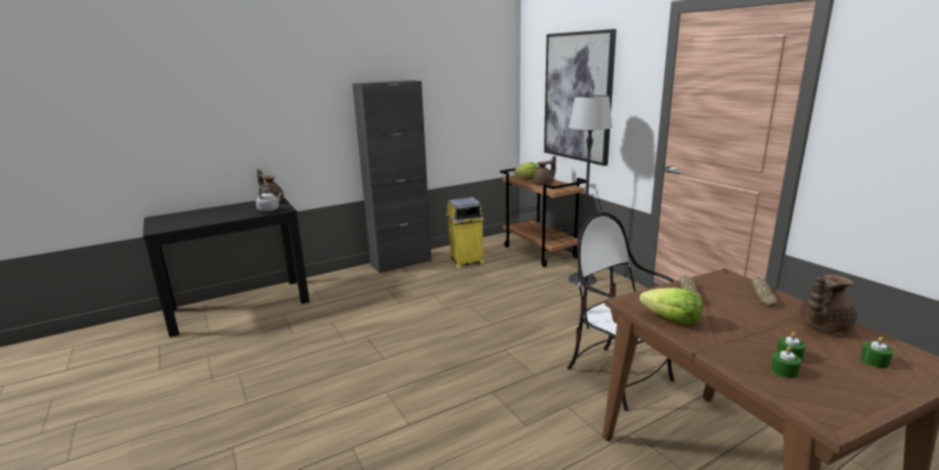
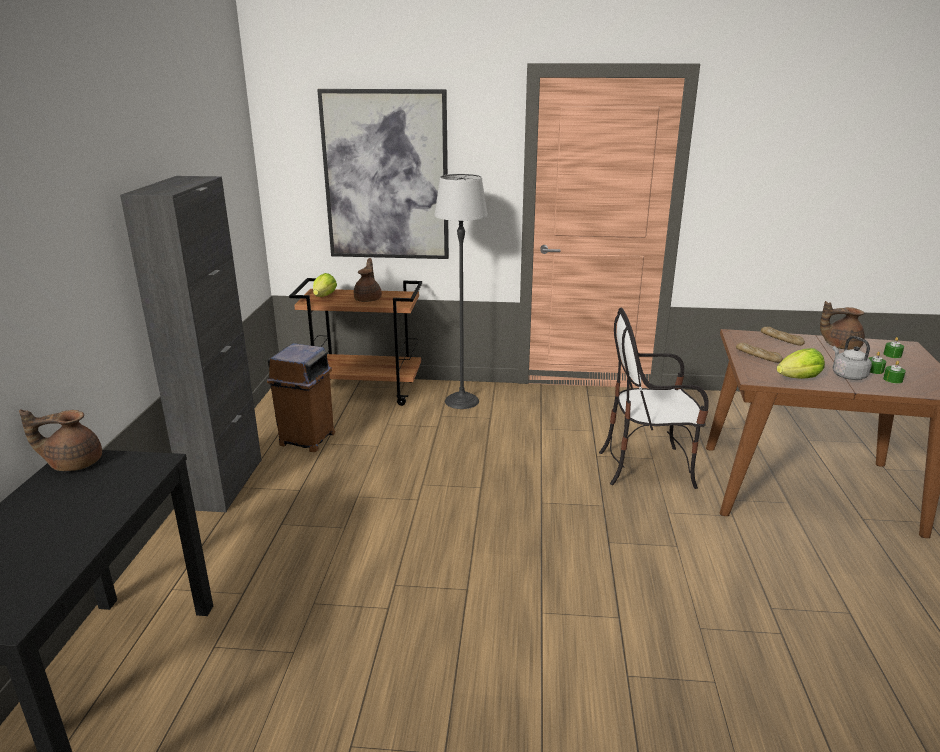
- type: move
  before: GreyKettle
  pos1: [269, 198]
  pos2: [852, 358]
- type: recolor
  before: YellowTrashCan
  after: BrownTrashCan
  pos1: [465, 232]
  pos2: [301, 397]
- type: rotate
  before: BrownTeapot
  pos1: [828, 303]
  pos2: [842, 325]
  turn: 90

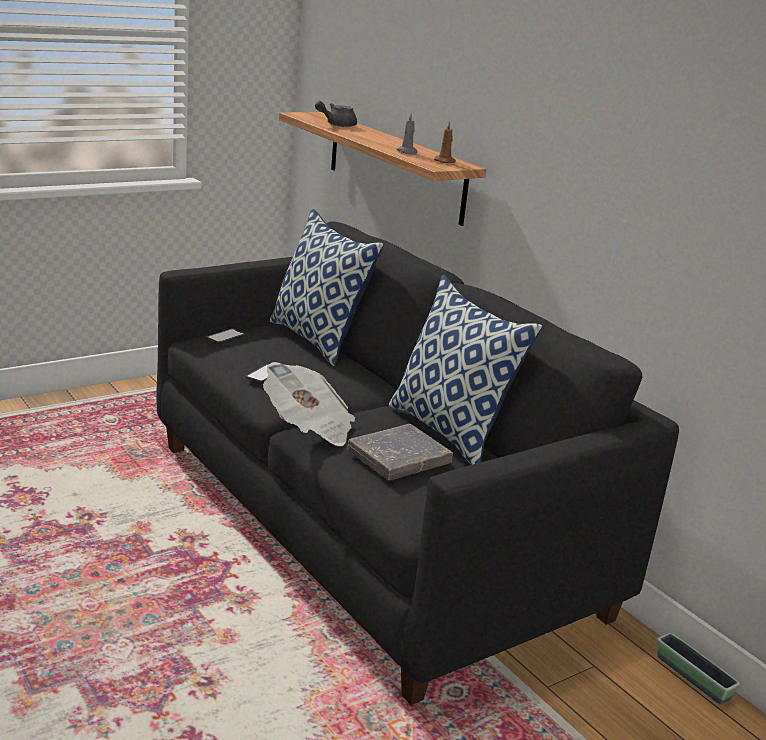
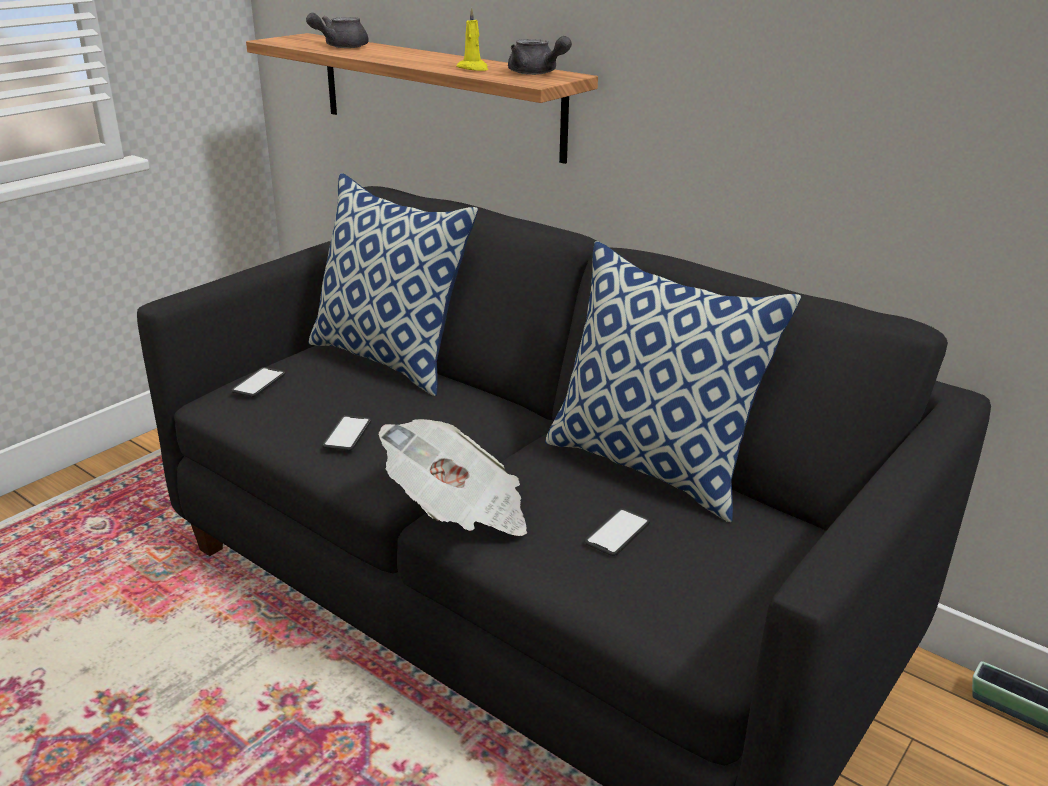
- type: replace
  before: GreyBook
  after: Phone
  pos1: [400, 452]
  pos2: [617, 532]
- type: replace
  before: BrownCandle
  after: GreyTeapot
  pos1: [445, 142]
  pos2: [540, 55]
- type: recolor
  before: GreyCandle
  after: YellowCandle
  pos1: [407, 134]
  pos2: [472, 39]

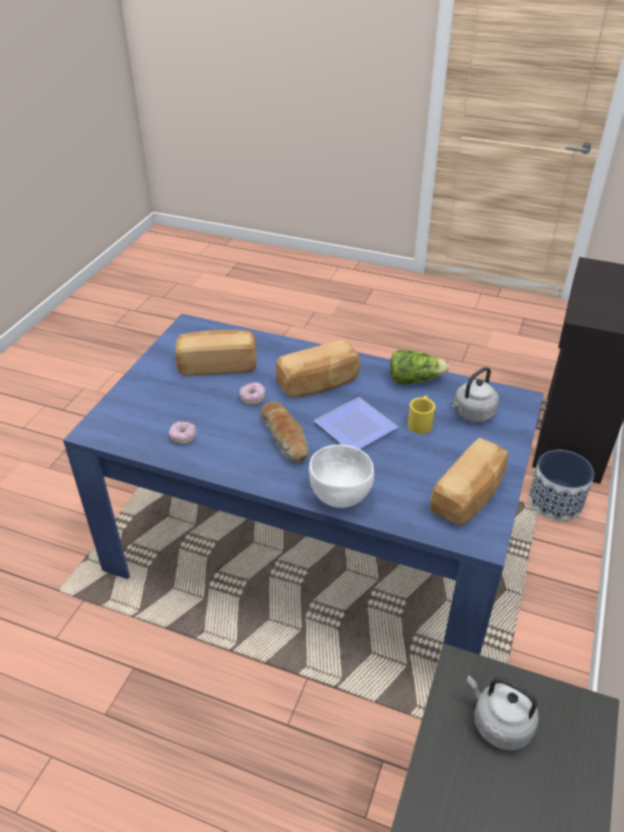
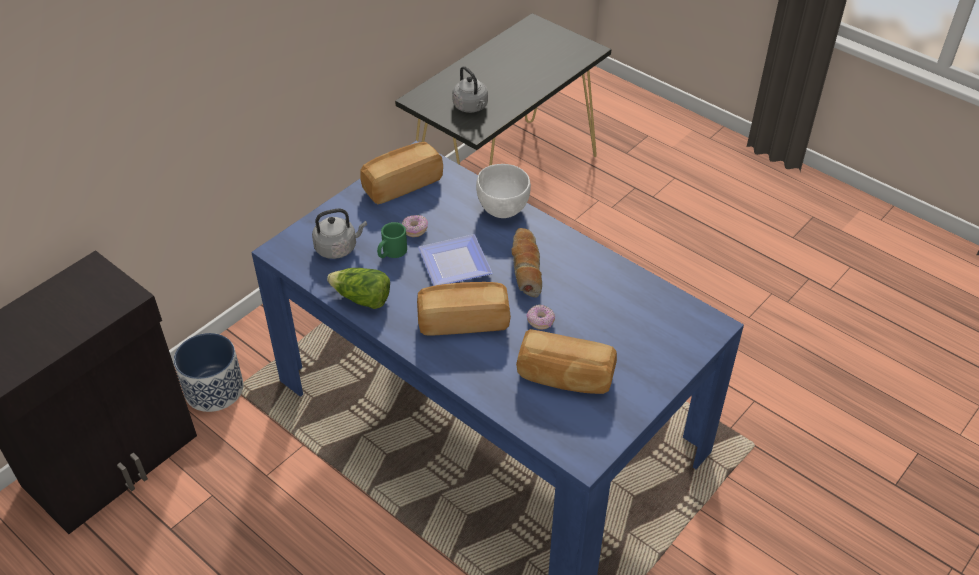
- type: move
  before: Donut
  pos1: [183, 432]
  pos2: [415, 226]
- type: recolor
  before: YellowMug
  after: GreenMug
  pos1: [421, 415]
  pos2: [392, 240]

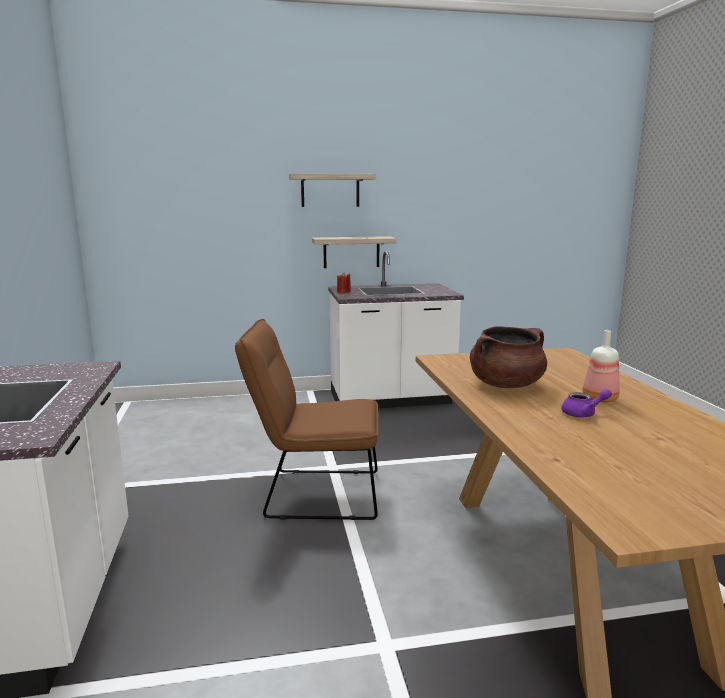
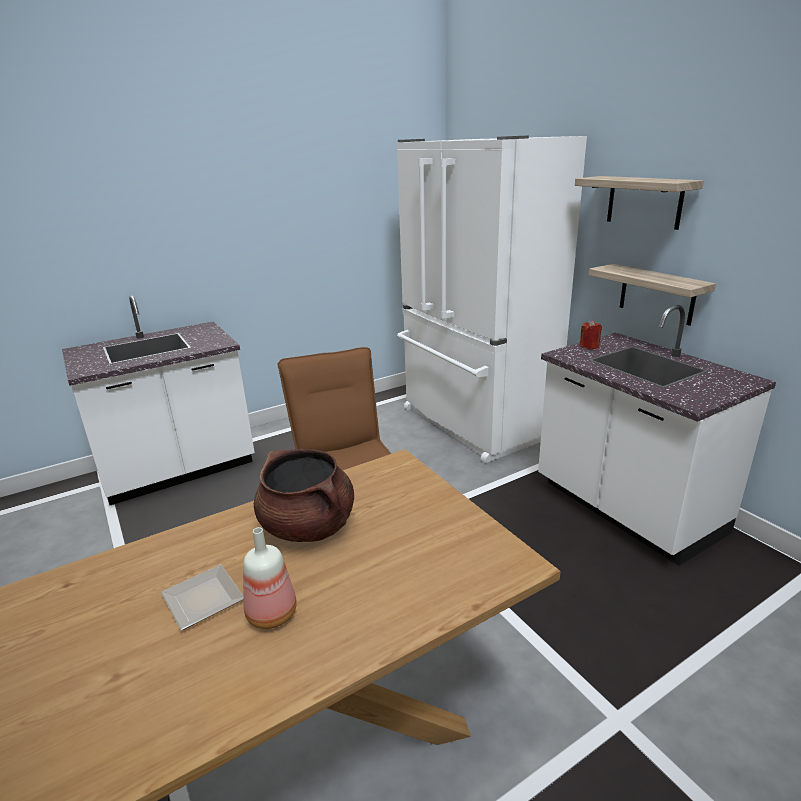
- type: insert
  after: WhiteFridge
  pos2: [491, 299]
- type: replace
  before: PurpleTeapot
  after: Plate
  pos1: [587, 403]
  pos2: [202, 597]

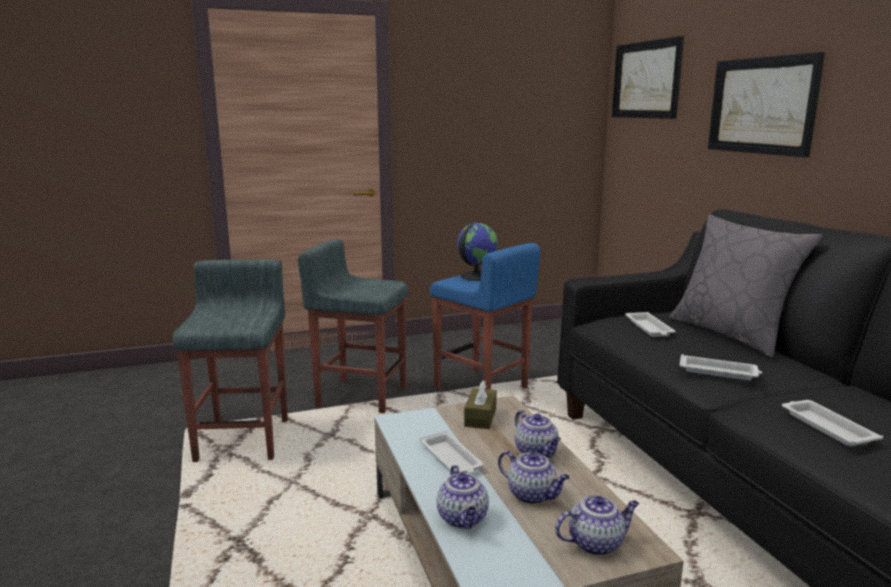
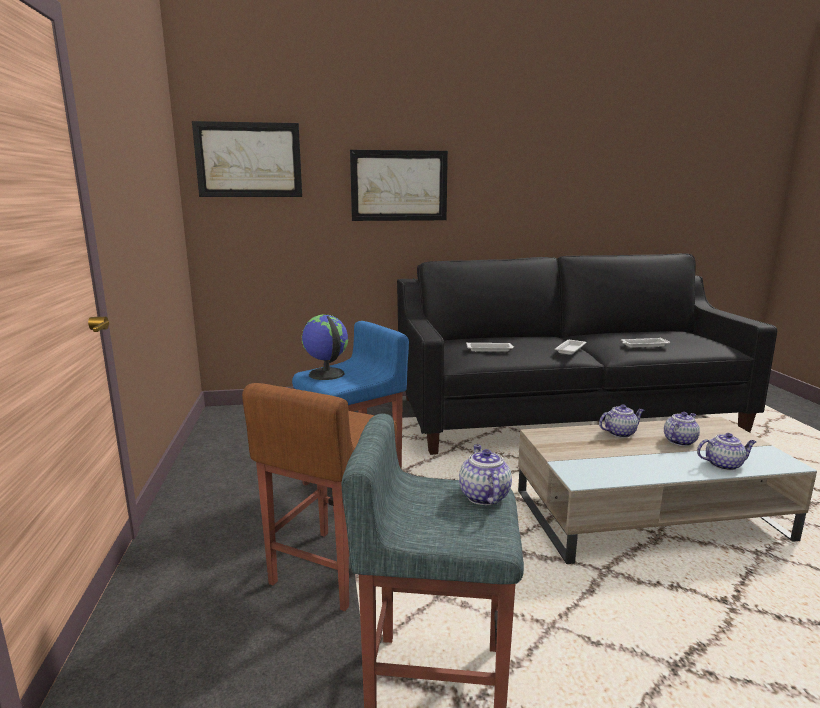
- type: delete
  before: WhiteTray
  pos1: [451, 452]
- type: delete
  before: BrownTissueBox
  pos1: [480, 404]
- type: delete
  before: GreyPillow
  pos1: [745, 286]
- type: move
  before: Teapot
  pos1: [597, 525]
  pos2: [485, 474]
- type: recolor
  before: GreyStool
  after: BrownStool
  pos1: [353, 326]
  pos2: [319, 497]

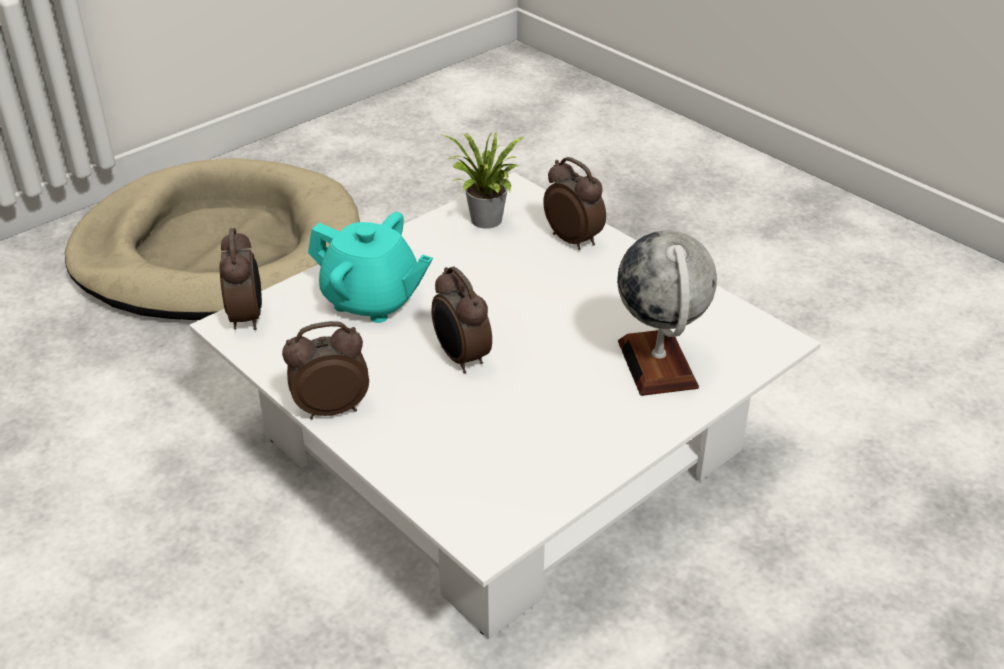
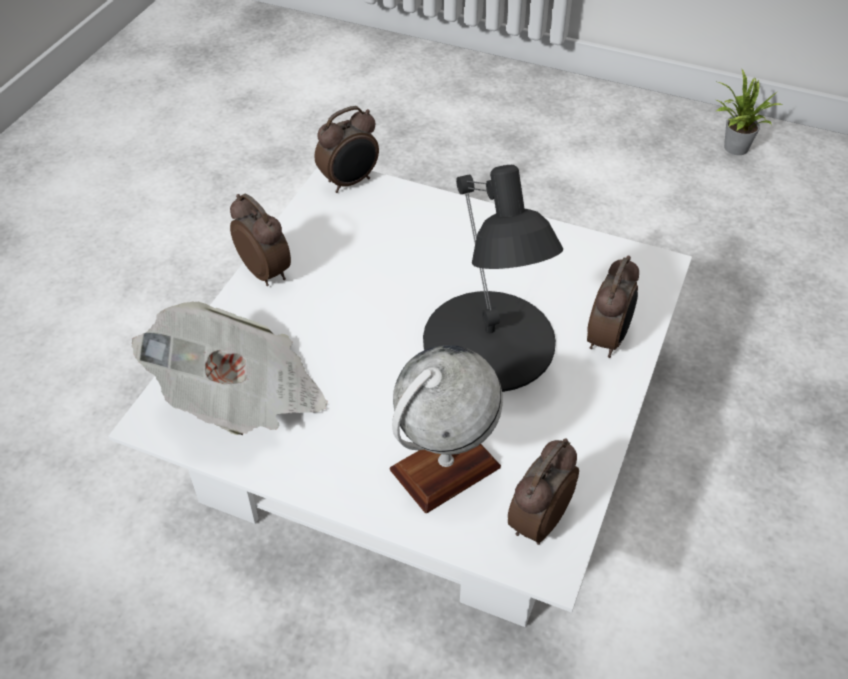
- type: delete
  before: BeigeDogBed
  pos1: [212, 239]
- type: delete
  before: TurquoiseTeapot
  pos1: [370, 267]
- type: insert
  after: Newspaper
  pos2: [230, 368]
- type: insert
  after: BlackTableLamp
  pos2: [493, 278]
- type: move
  before: AlarmClock
  pos1: [461, 319]
  pos2: [543, 491]
- type: move
  before: PottedPlant
  pos1: [481, 180]
  pos2: [749, 111]

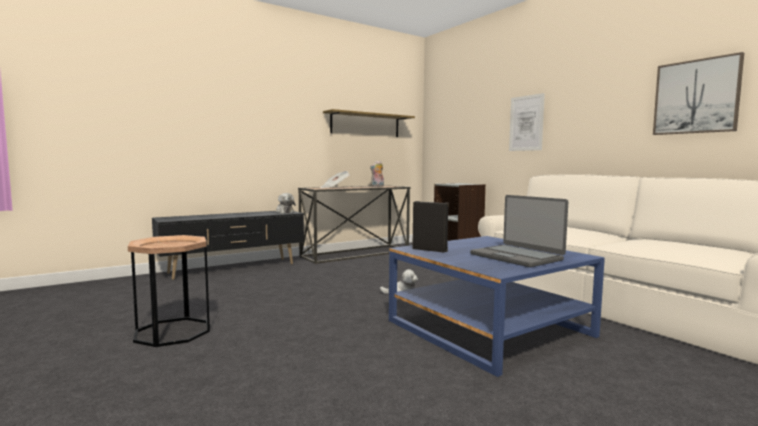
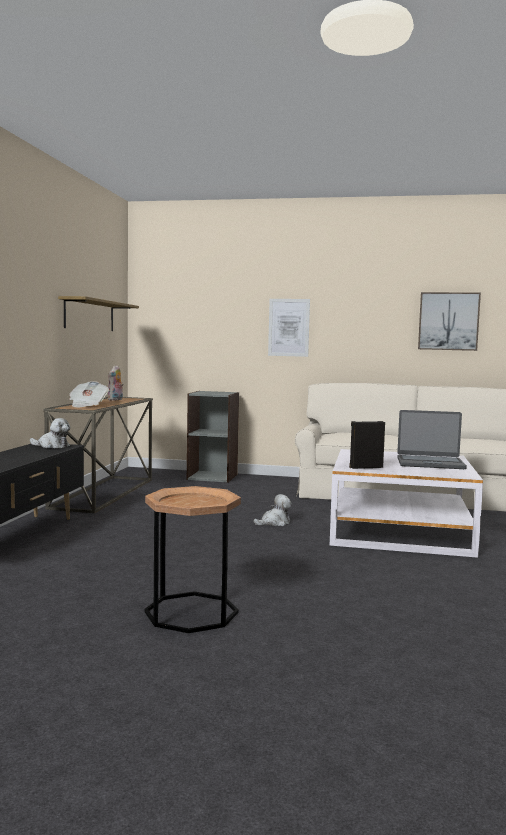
- type: recolor
  before: BlueCoffeeTable
  after: WhiteCoffeeTable
  pos1: [497, 306]
  pos2: [406, 503]

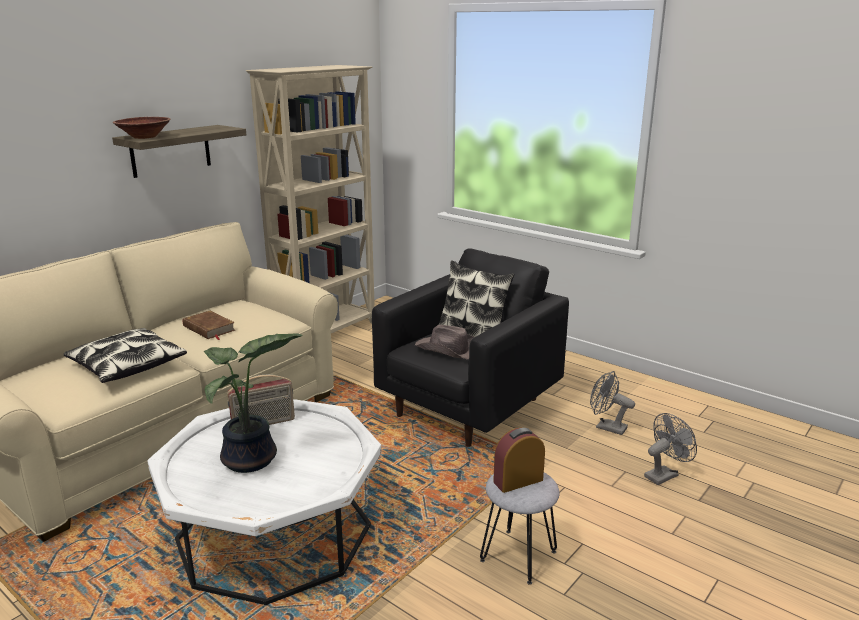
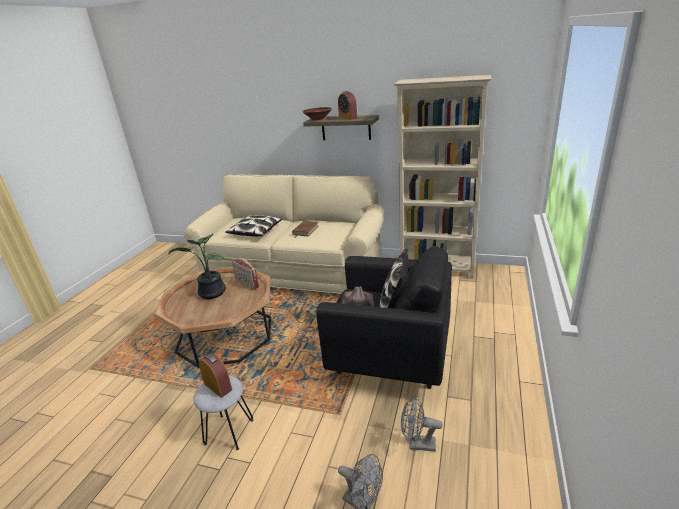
- type: insert
  after: AlarmClock
  pos2: [347, 105]
- type: recolor
  before: WhiteCoffeeTable
  after: BrownCoffeeTable
  pos1: [264, 502]
  pos2: [212, 317]
- type: rotate
  before: GreyFan
  pos1: [612, 403]
  pos2: [422, 423]
  turn: -90

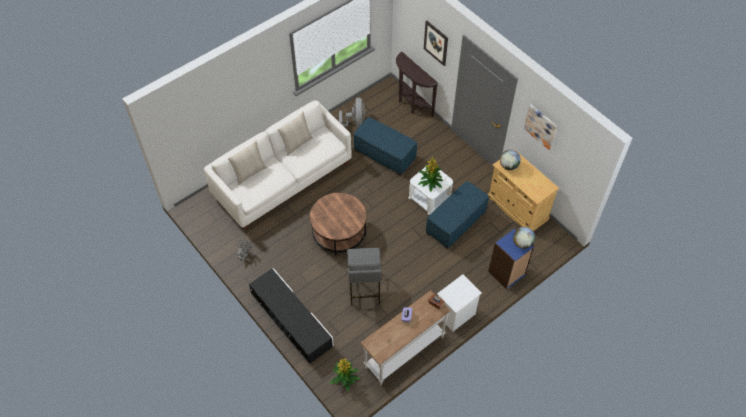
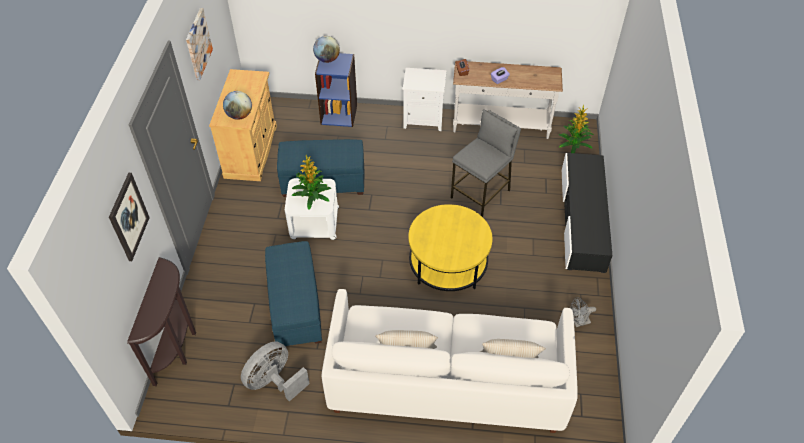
- type: recolor
  before: BrownCoffeeTable
  after: YellowCoffeeTable
  pos1: [338, 224]
  pos2: [450, 247]

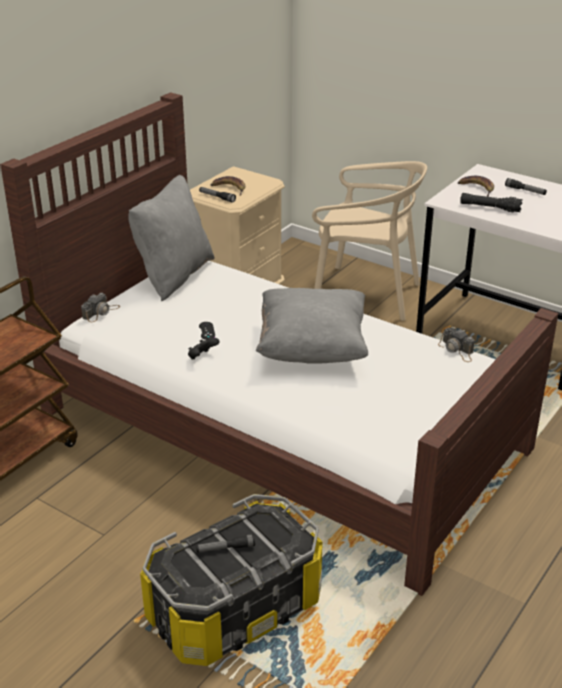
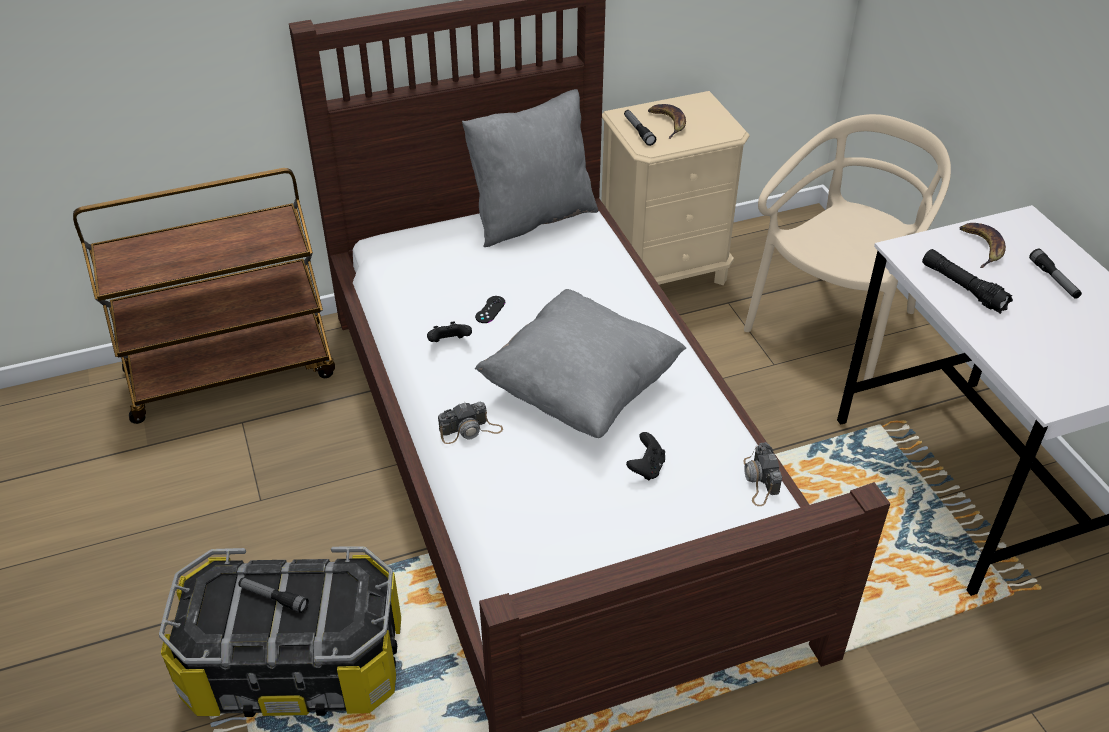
- type: insert
  after: BlackGameController
  pos2: [645, 456]
- type: move
  before: PhotoCamera
  pos1: [100, 307]
  pos2: [470, 423]
- type: rotate
  before: BeigeChair
  pos1: [369, 241]
  pos2: [847, 247]
  turn: -105

